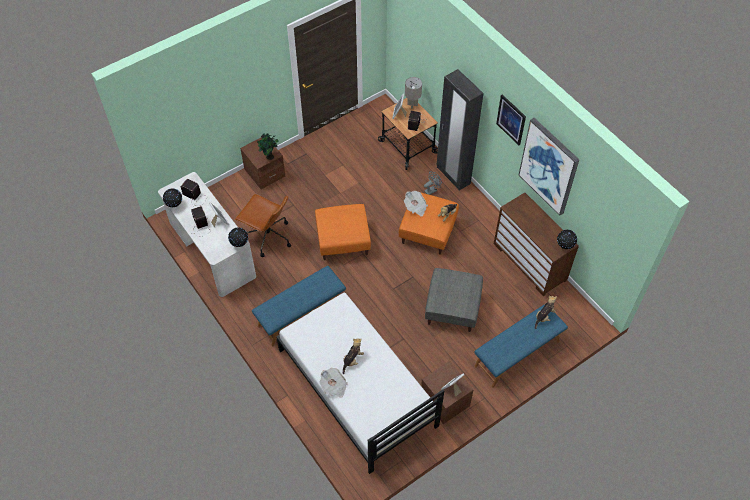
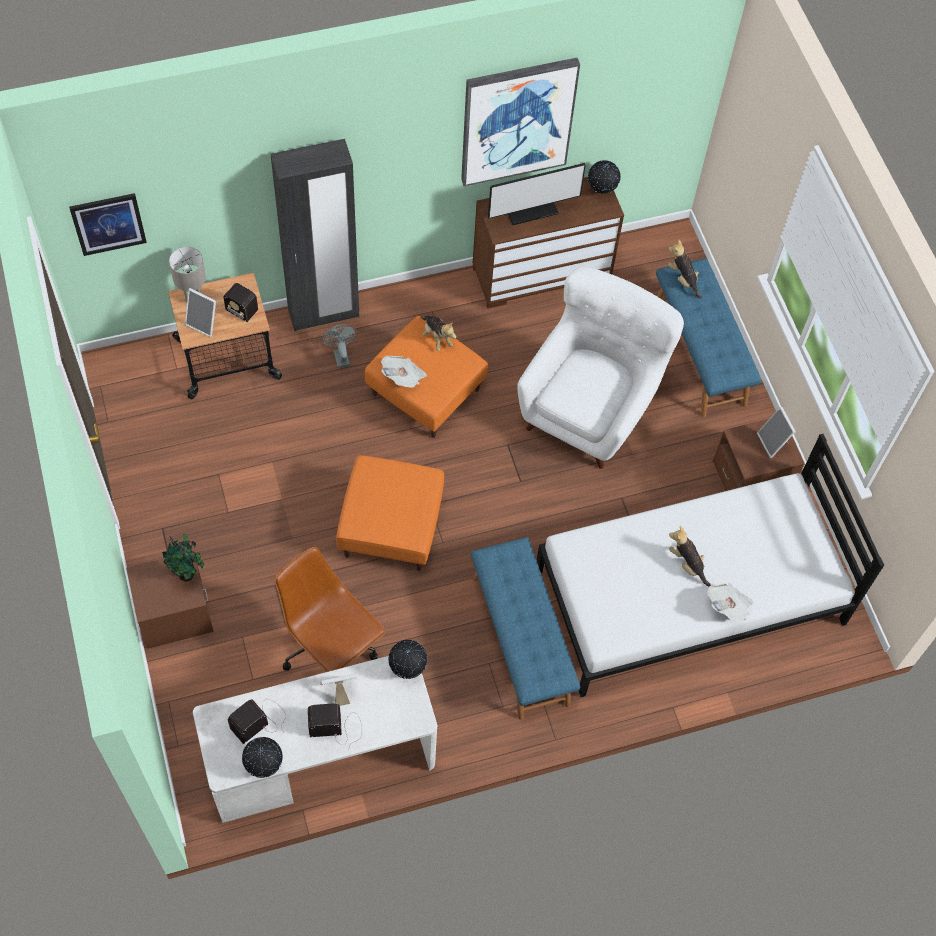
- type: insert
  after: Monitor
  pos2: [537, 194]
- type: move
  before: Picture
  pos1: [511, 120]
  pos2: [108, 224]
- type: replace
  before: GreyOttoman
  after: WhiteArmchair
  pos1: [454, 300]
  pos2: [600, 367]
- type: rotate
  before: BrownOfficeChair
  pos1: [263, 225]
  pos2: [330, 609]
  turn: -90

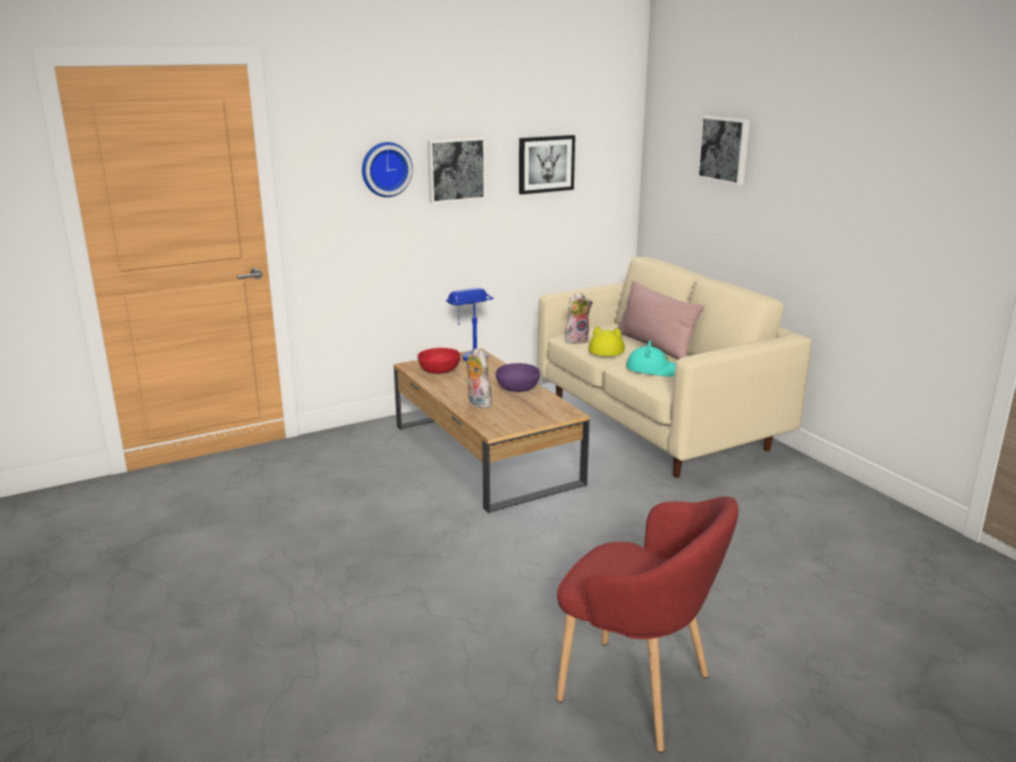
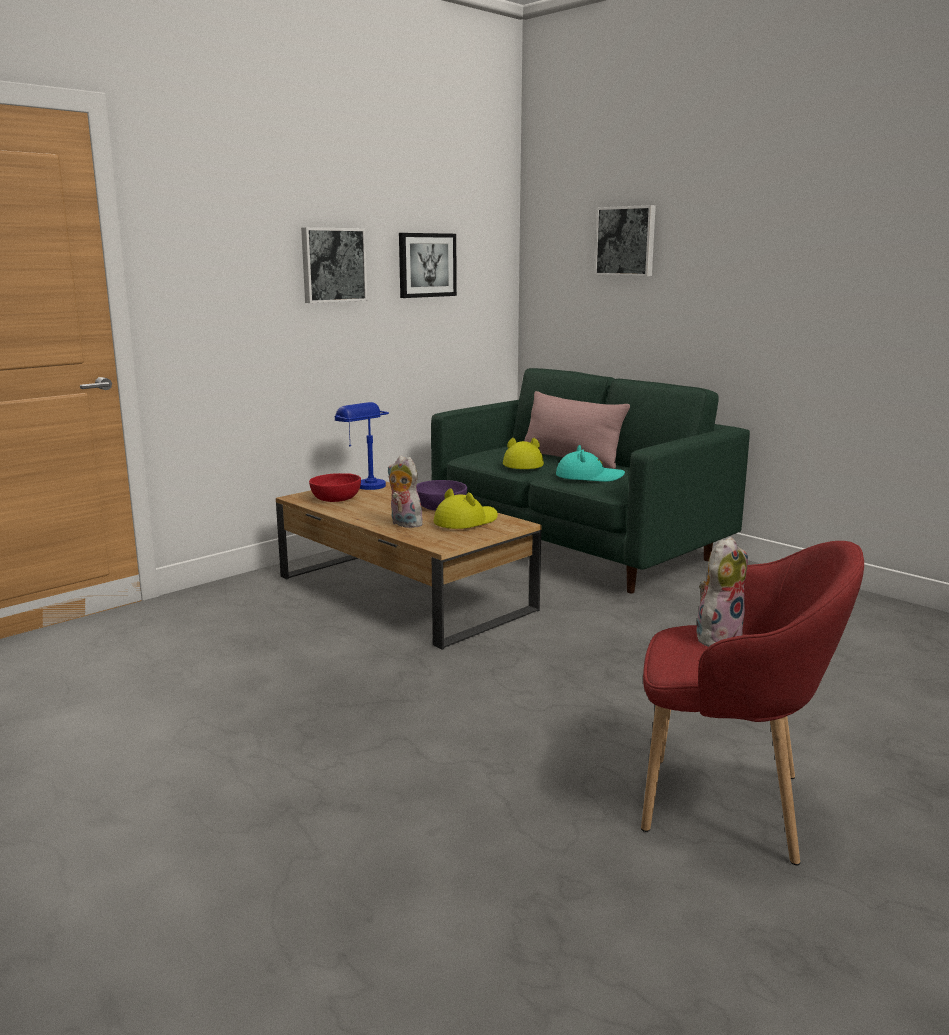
- type: delete
  before: WallClock
  pos1: [387, 169]
- type: insert
  after: YellowHat
  pos2: [466, 508]
- type: move
  before: PlushToy
  pos1: [579, 318]
  pos2: [722, 592]
- type: recolor
  before: BeigeSofa
  after: GreenSofa
  pos1: [675, 367]
  pos2: [590, 481]

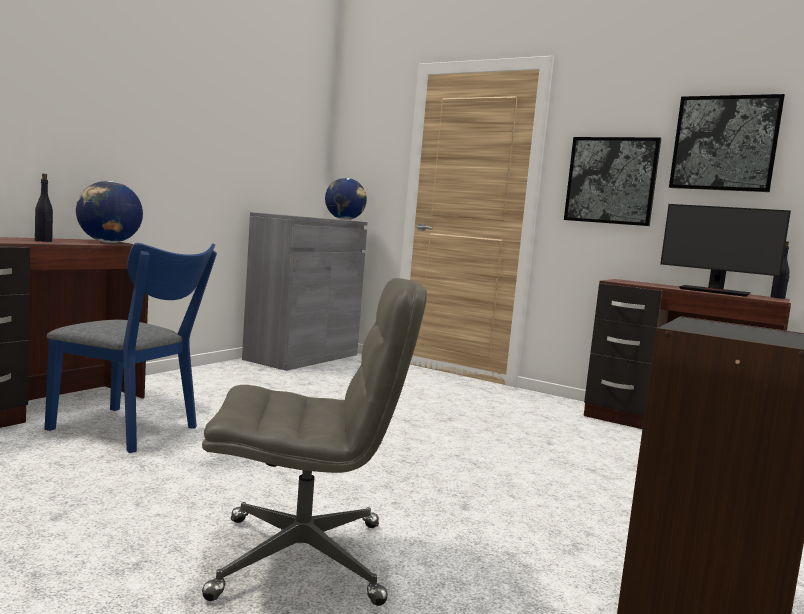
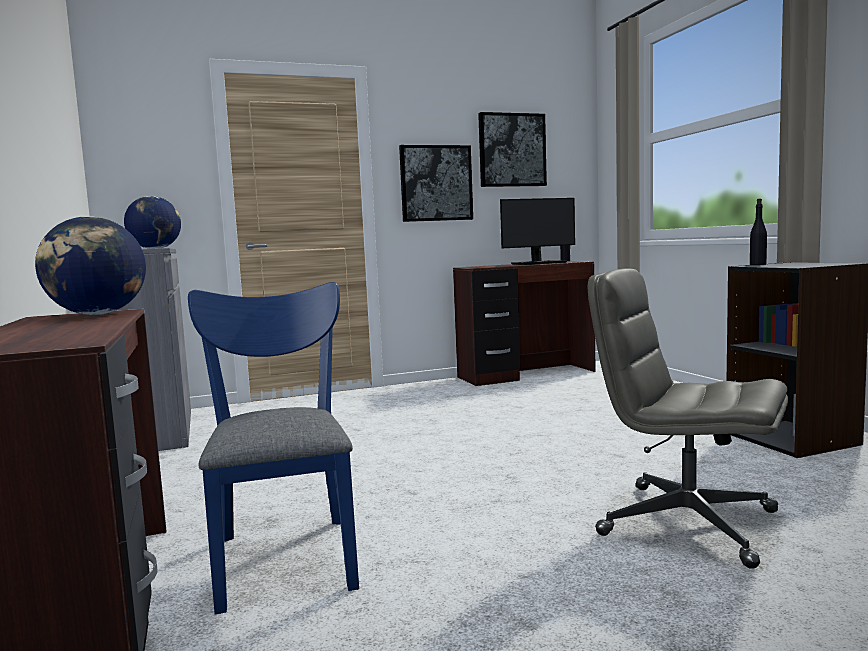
- type: move
  before: BlackBottle
  pos1: [44, 208]
  pos2: [758, 232]
- type: rotate
  before: BlueChair
  pos1: [131, 348]
  pos2: [273, 448]
  turn: -75
- type: rotate
  before: GreyOfficeChair
  pos1: [314, 442]
  pos2: [688, 418]
  turn: -90

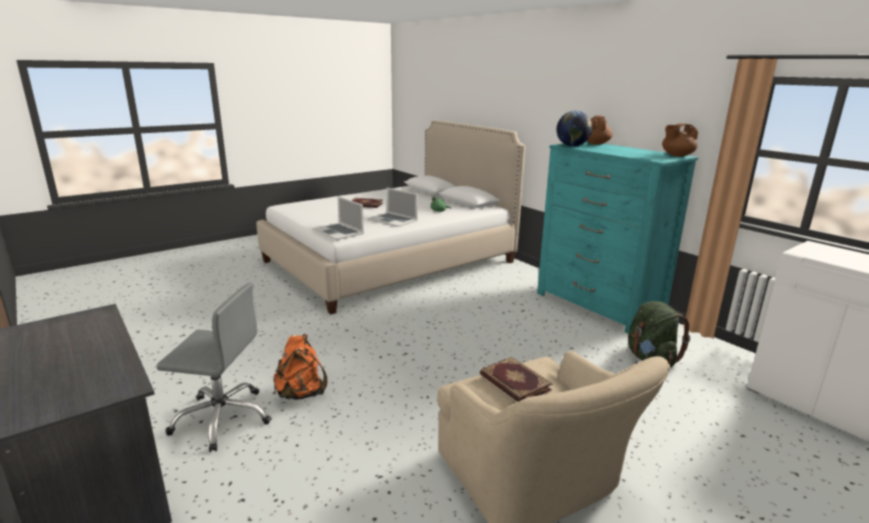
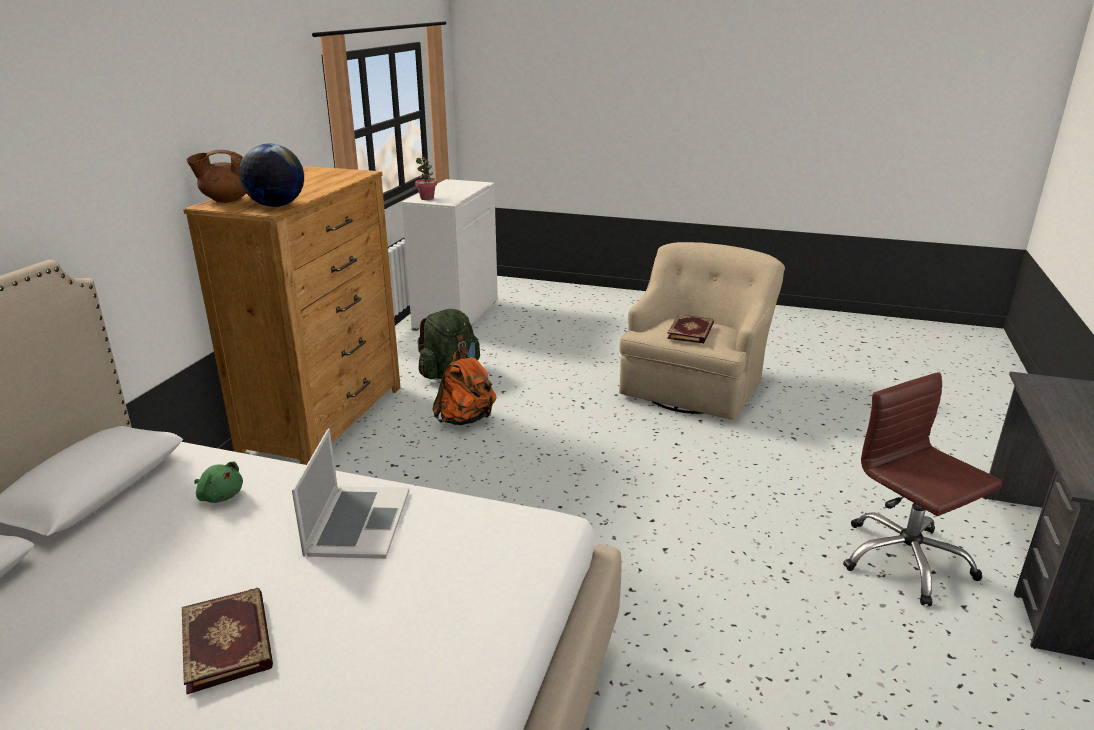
- type: delete
  before: Laptop
  pos1: [338, 218]
- type: delete
  before: BrownTeapot
  pos1: [680, 140]
- type: insert
  after: PottedPlant
  pos2: [426, 178]
- type: move
  before: OrangeBackpack
  pos1: [300, 367]
  pos2: [464, 388]
- type: recolor
  before: GreyOfficeChair
  after: BrownOfficeChair
  pos1: [214, 367]
  pos2: [922, 489]
- type: recolor
  before: TurquoiseDresser
  after: BrownDresser
  pos1: [617, 237]
  pos2: [292, 315]

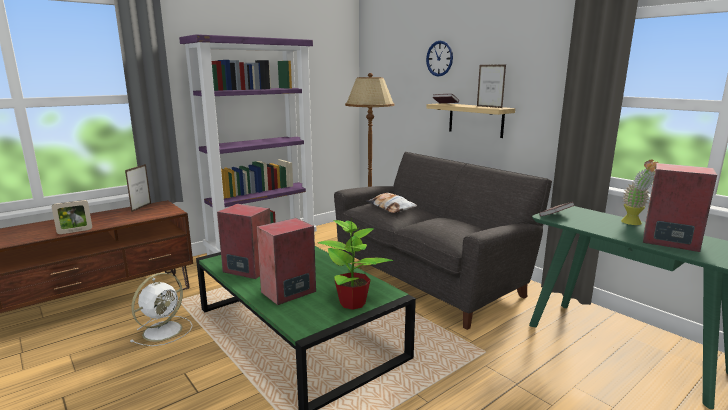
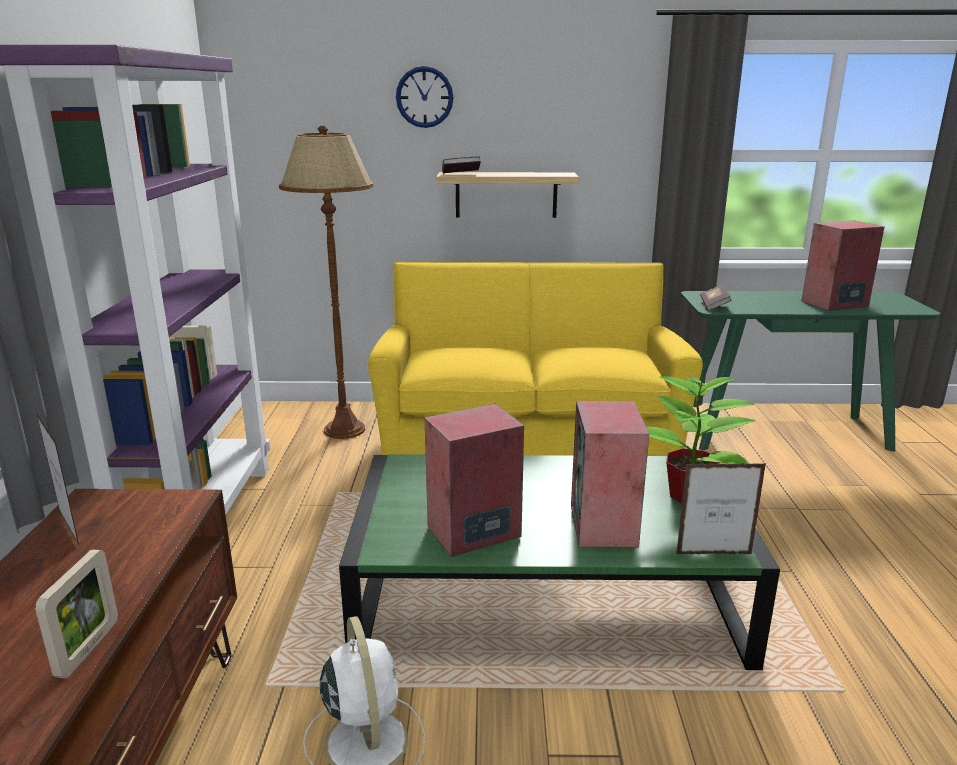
- type: delete
  before: Pillow
  pos1: [392, 203]
- type: delete
  before: PottedPlant
  pos1: [640, 192]
- type: move
  before: PictureFrame
  pos1: [491, 86]
  pos2: [721, 508]
- type: recolor
  before: GreySofa
  after: YellowSofa
  pos1: [443, 241]
  pos2: [535, 359]

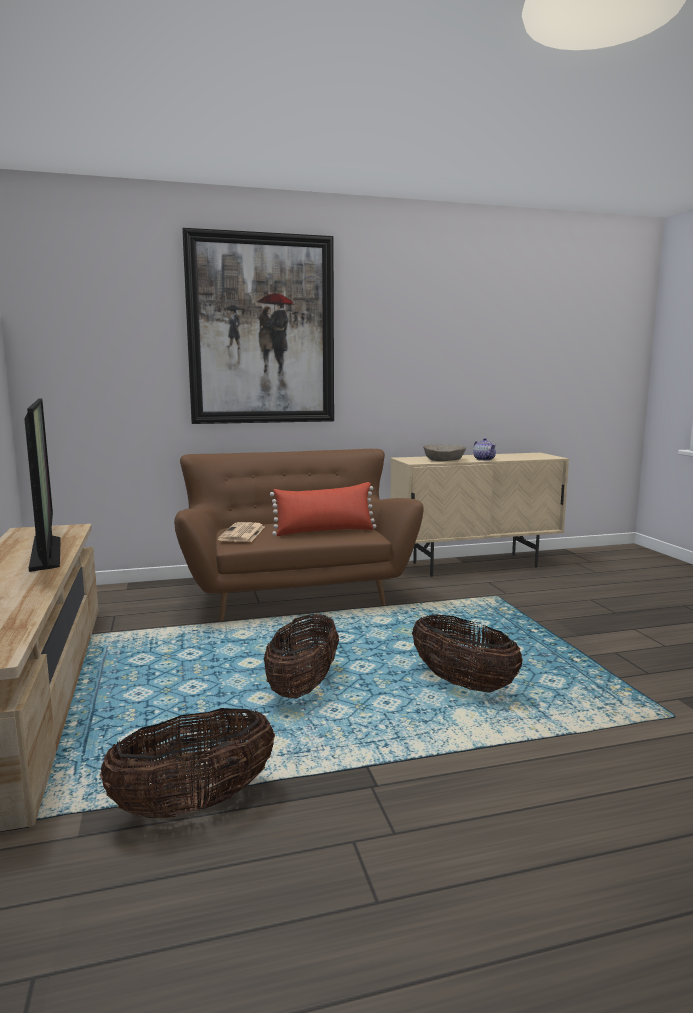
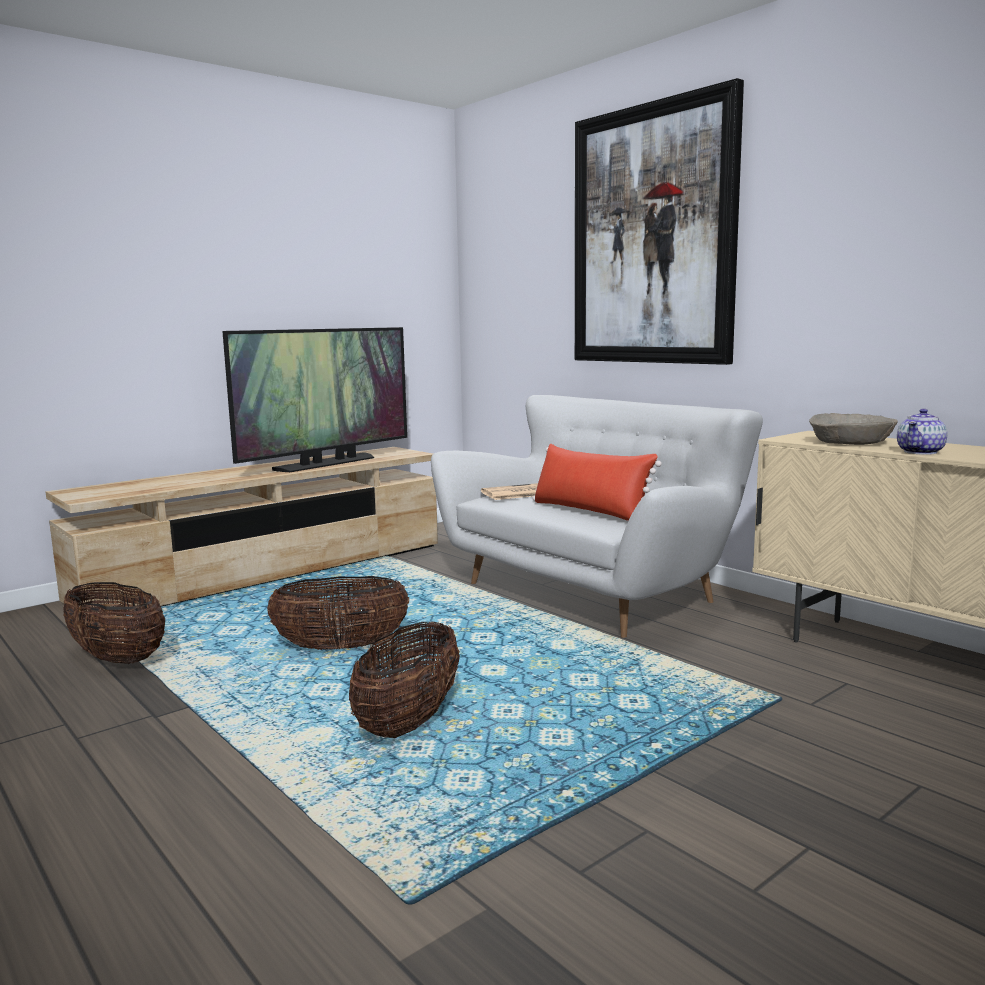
- type: recolor
  before: BrownSofa
  after: WhiteSofa
  pos1: [299, 535]
  pos2: [597, 516]

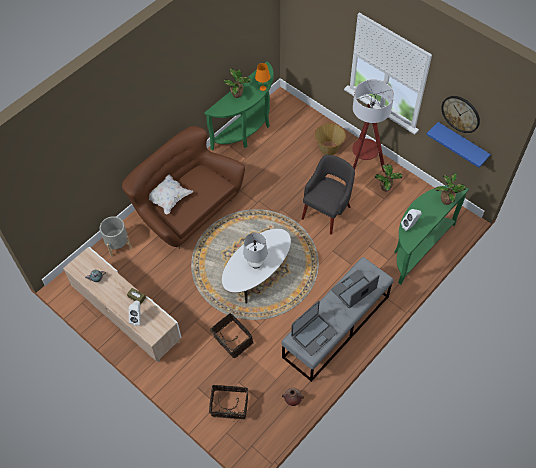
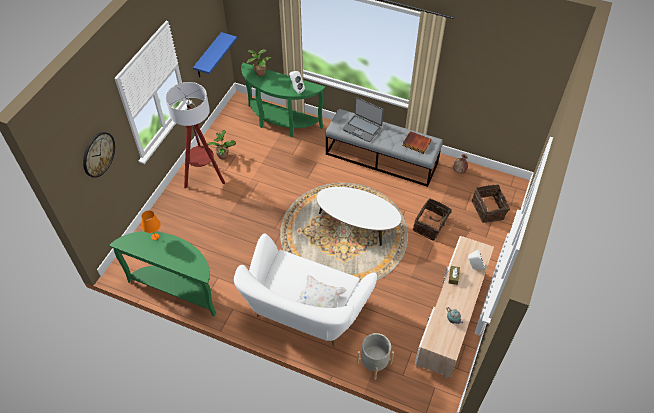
- type: delete
  before: PottedPlant
  pos1: [237, 83]
- type: delete
  before: WhiteTableLamp
  pos1: [255, 251]
- type: delete
  before: GreyArmchair
  pos1: [328, 195]
- type: delete
  before: Basket
  pos1: [330, 139]
- type: move
  before: WallClock
  pos1: [460, 114]
  pos2: [99, 155]
- type: replace
  before: Laptop
  after: Book
  pos1: [314, 328]
  pos2: [416, 142]
- type: recolor
  before: BrownSofa
  after: WhiteSofa
  pos1: [183, 187]
  pos2: [305, 290]

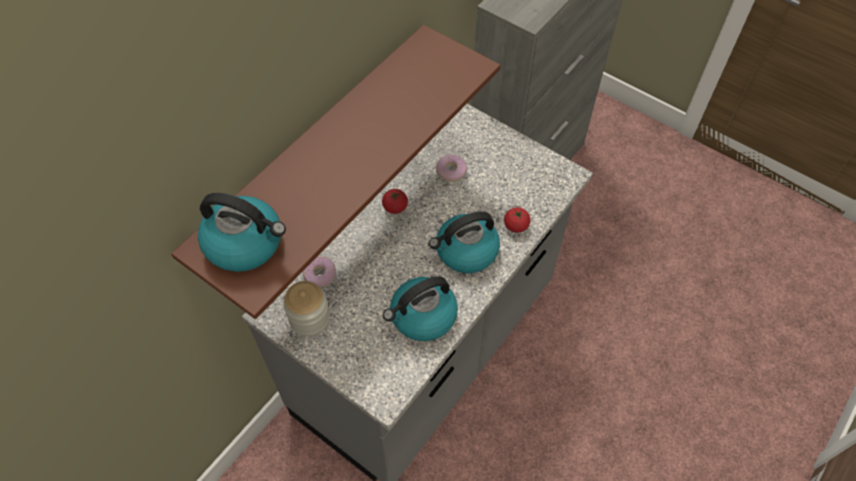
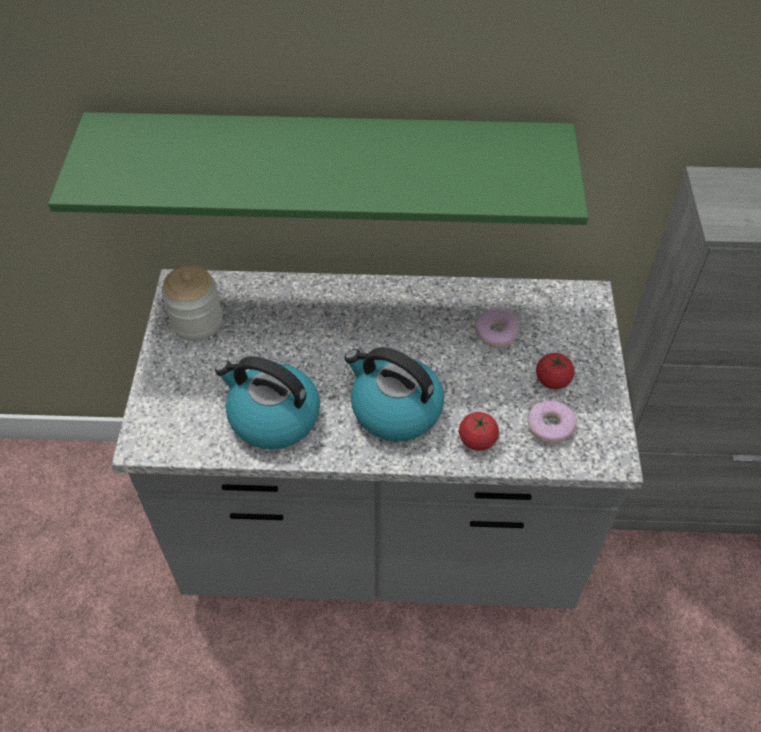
- type: delete
  before: Kettle
  pos1: [242, 232]
- type: move
  before: Donut
  pos1: [319, 271]
  pos2: [552, 421]
- type: move
  before: Tomato
  pos1: [395, 201]
  pos2: [555, 371]
- type: recolor
  before: BrownShelf
  after: GreenShelf
  pos1: [335, 172]
  pos2: [318, 168]

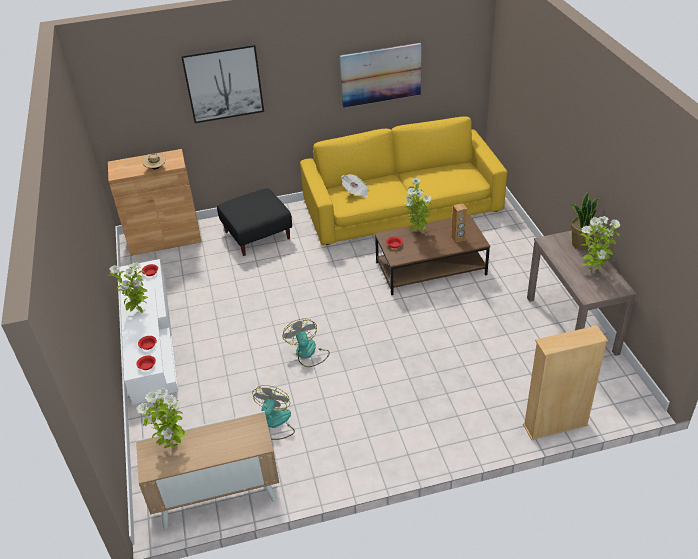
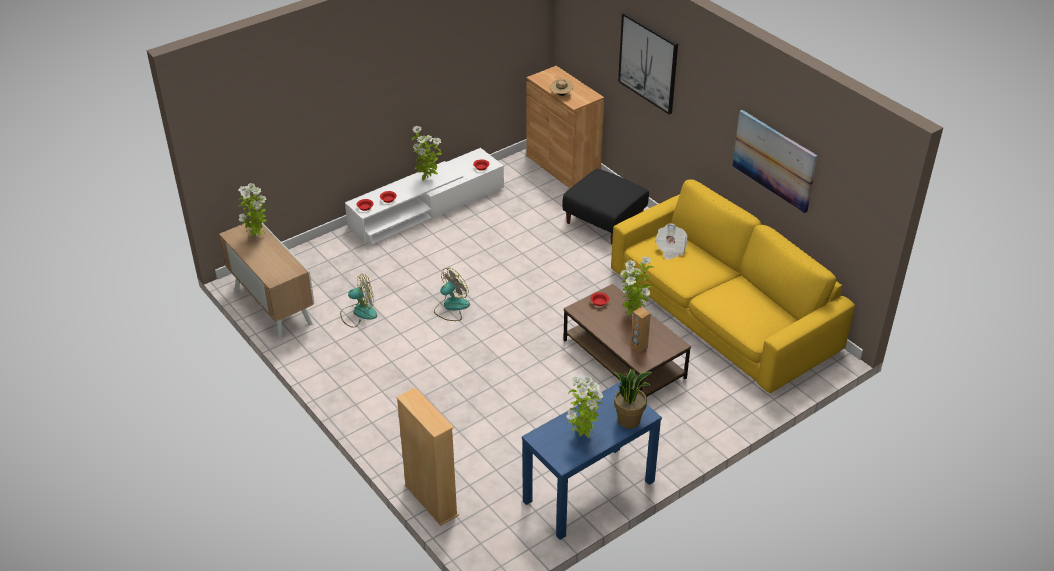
- type: recolor
  before: BrownConsoleTable
  after: BlueConsoleTable
  pos1: [581, 293]
  pos2: [592, 460]

